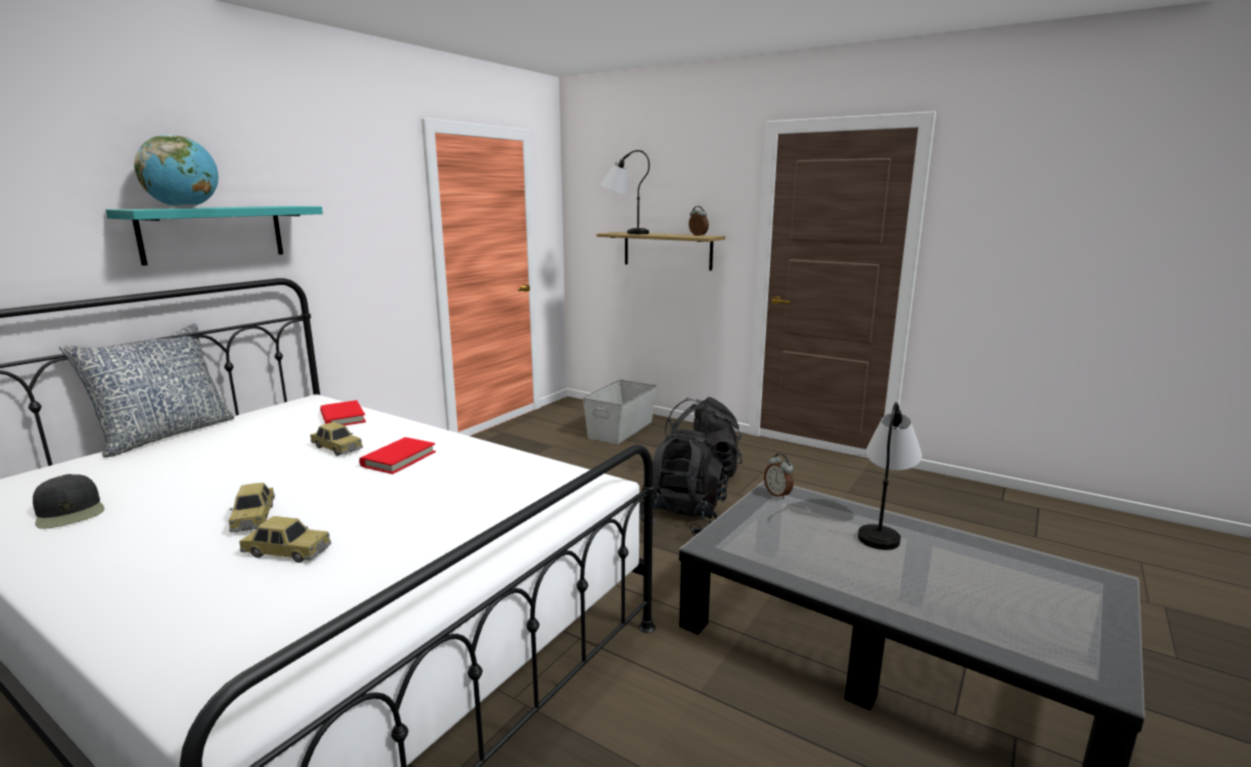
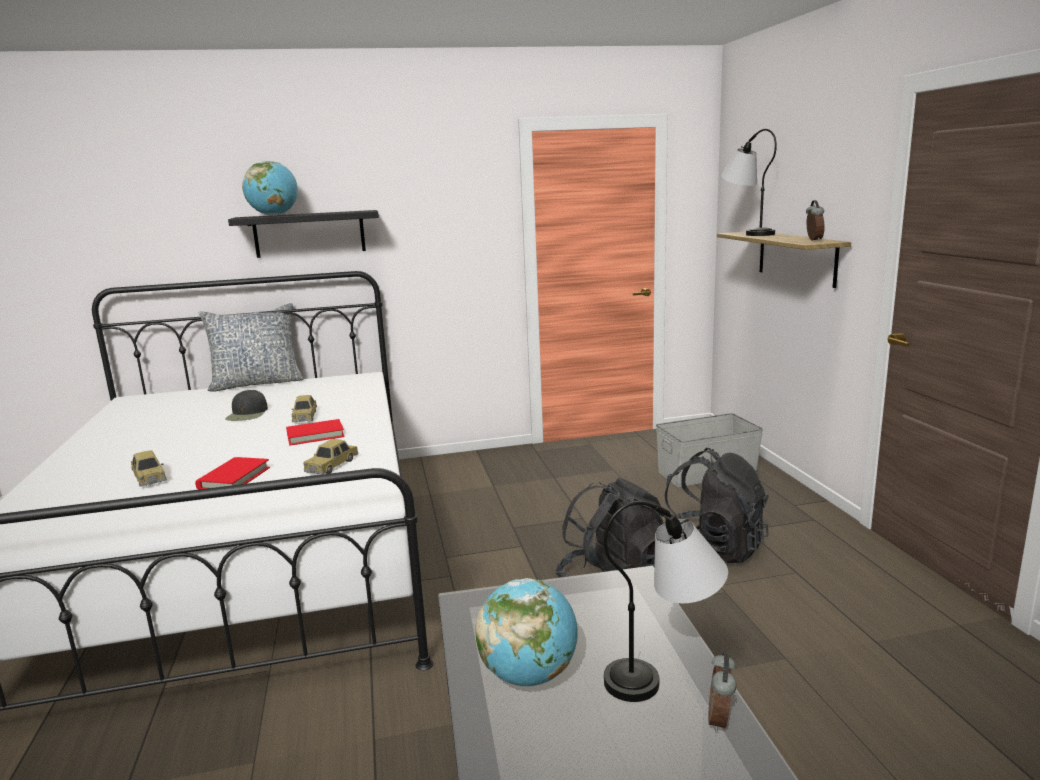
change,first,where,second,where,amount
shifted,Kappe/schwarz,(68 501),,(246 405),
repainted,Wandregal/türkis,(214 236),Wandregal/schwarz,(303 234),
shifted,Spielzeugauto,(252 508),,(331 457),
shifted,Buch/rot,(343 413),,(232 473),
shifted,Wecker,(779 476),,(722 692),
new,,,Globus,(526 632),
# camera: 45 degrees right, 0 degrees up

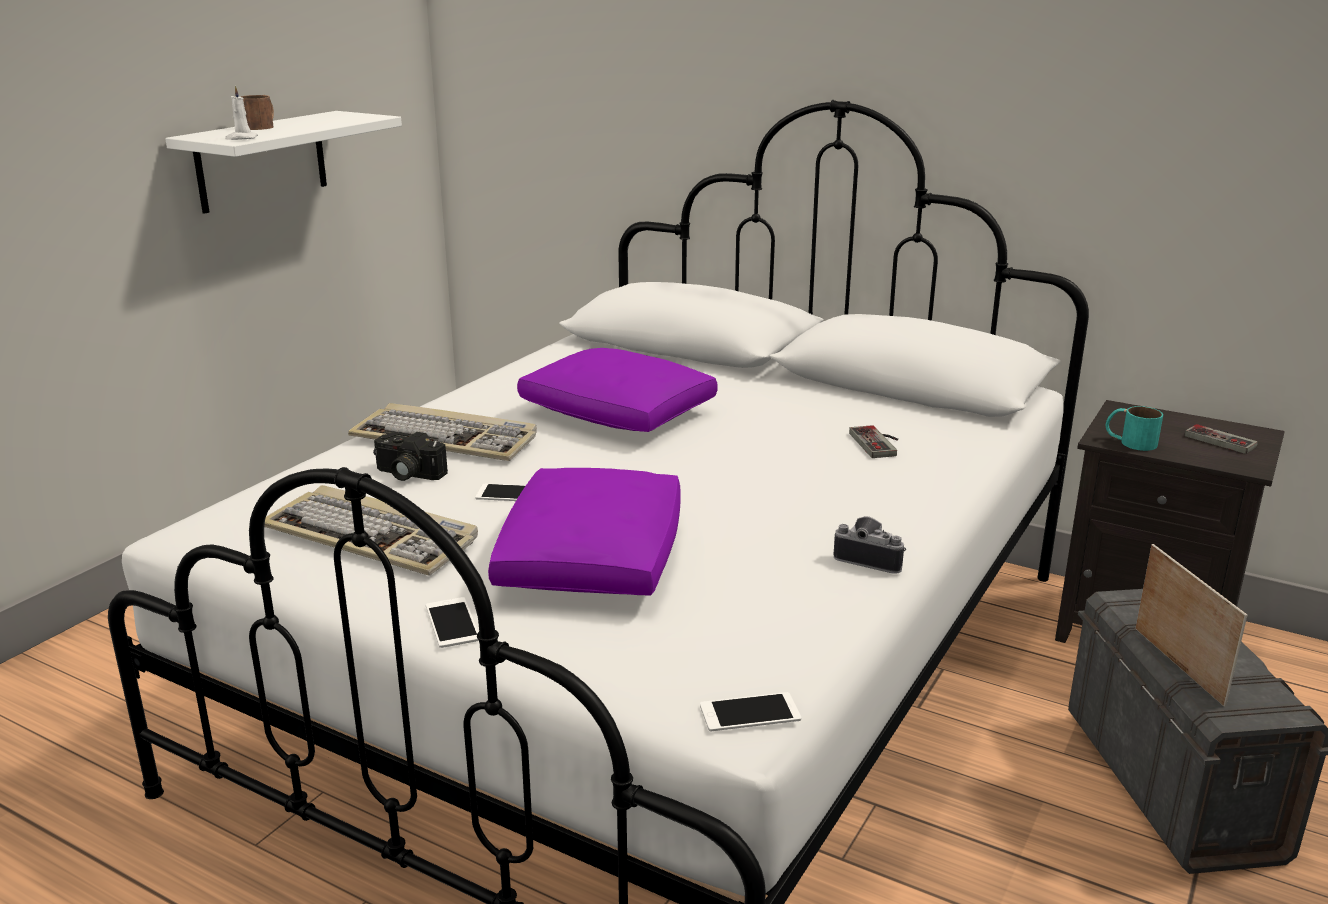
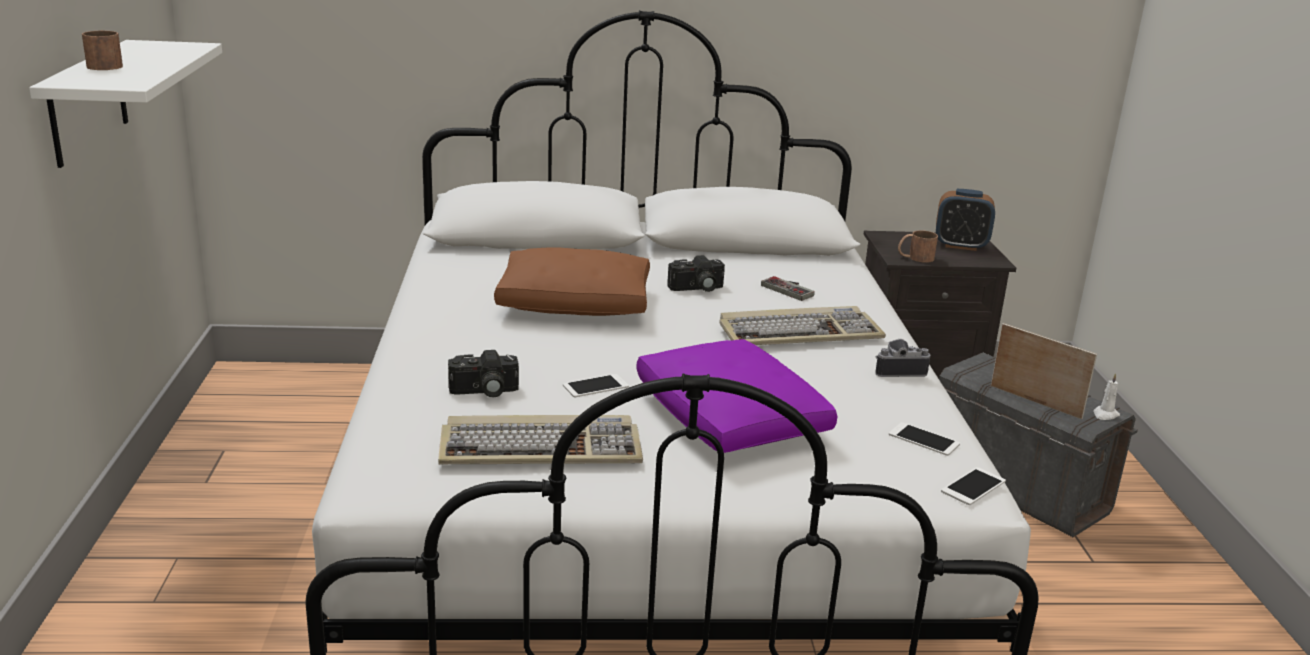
change,first,where,second,where,amount
shifted,Kerze/weiß,(241 113),,(1106 396),
shifted,Tastatur,(442 432),,(802 325),
shifted,Handy,(452 622),,(924 439),
repainted,Kissen/lila,(617 390),Kissen/braun,(572 281),
repainted,Henkelbecher/türkis,(1134 428),Henkelbecher/braun,(918 246),
swapped,Gamepad,(1221 439),Wecker,(965 220),
new,,,Kamera,(696 273),
# camera: 35 degrees left, 0 degrees up

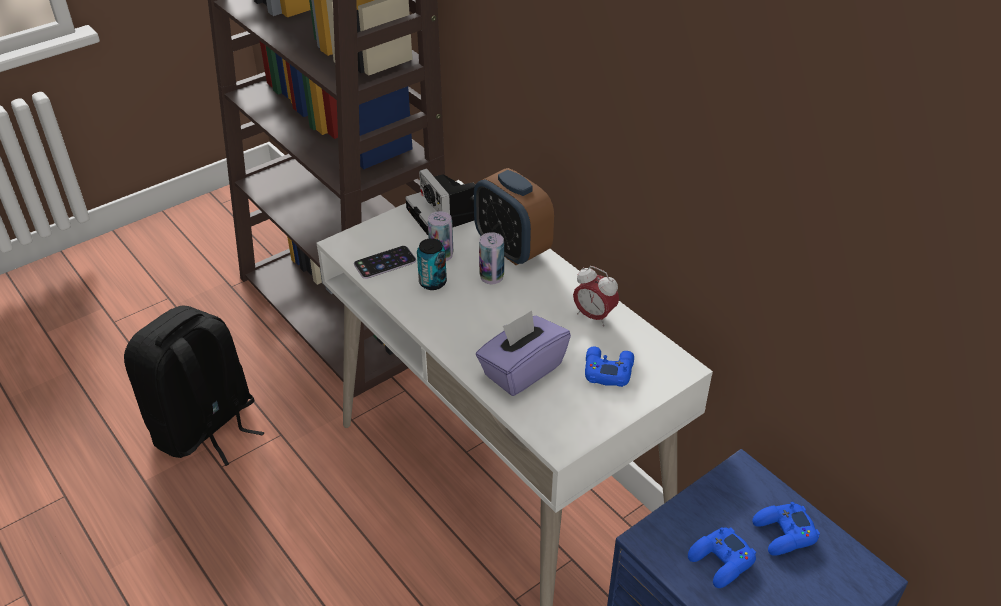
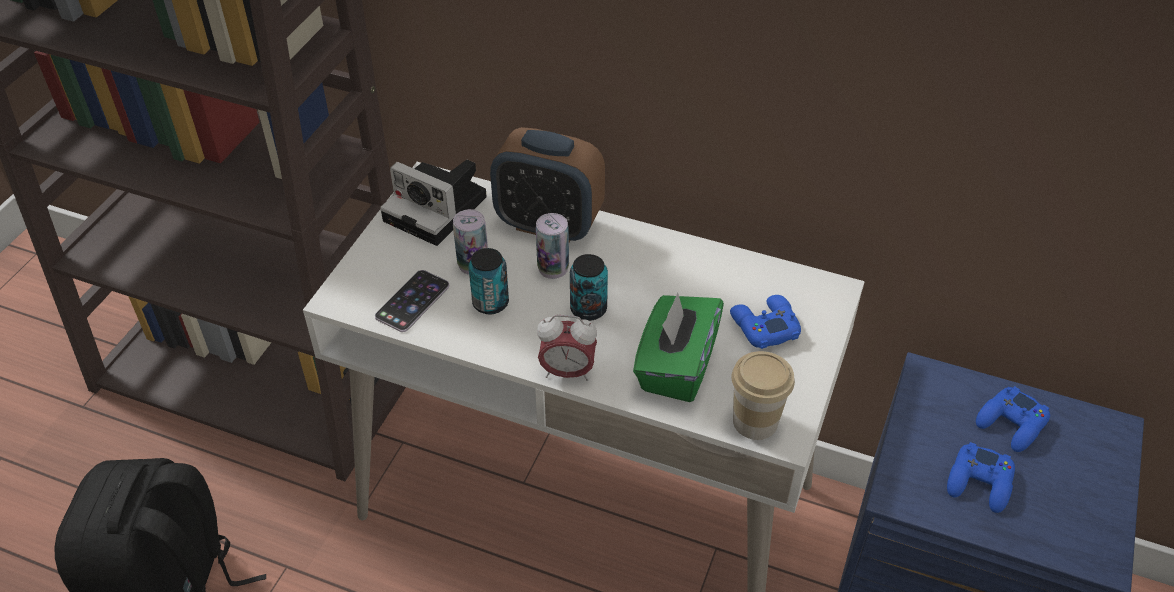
change,first,where,second,where,amount
repainted,Taschentuchbox/lila,(523 353),Taschentuchbox/grün,(678 347),
shifted,Wecker,(596 296),,(567 348),
new,,,Dose,(589 287),
new,,,Tasse,(763 395),
# camera: 30 degrees left, 5 degrees up

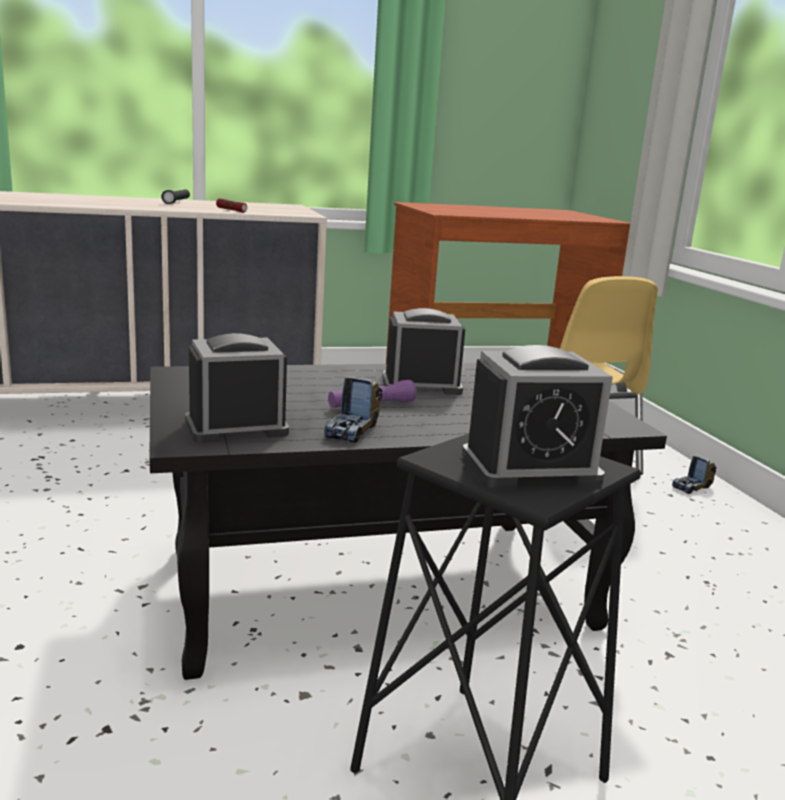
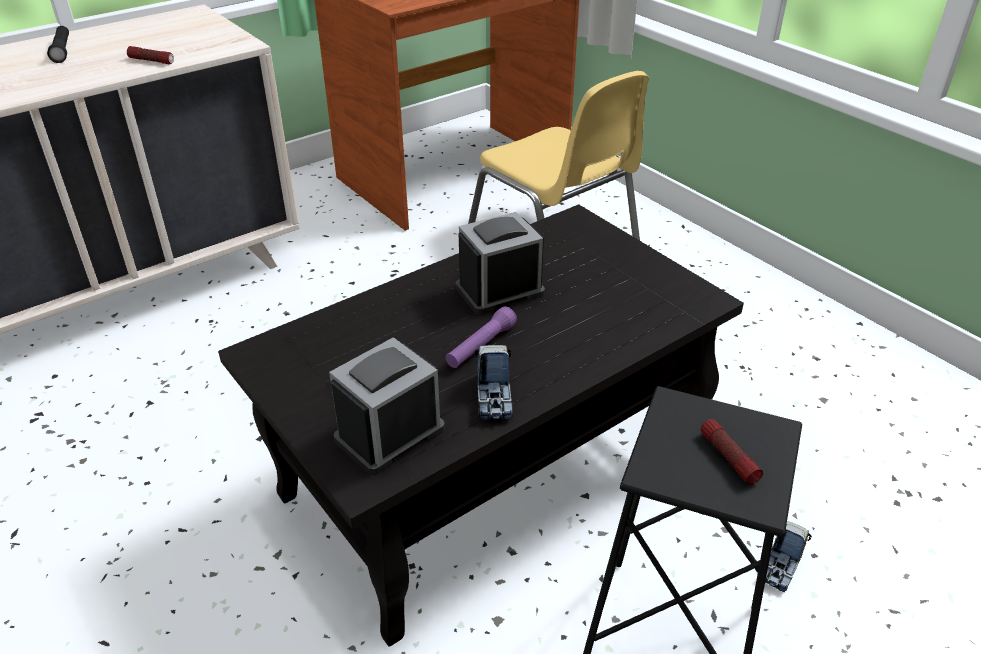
change,first,where,second,where,amount
swapped,Wecker,(537 416),Taschenlampe,(732 452),
shifted,Spielzeuglaster,(694 475),,(788 556),
# camera: 20 degrees left, 20 degrees up

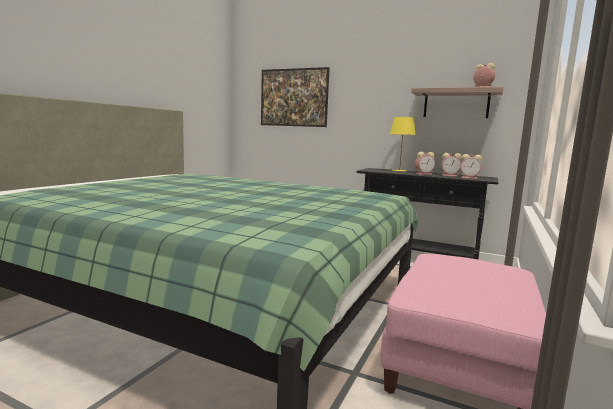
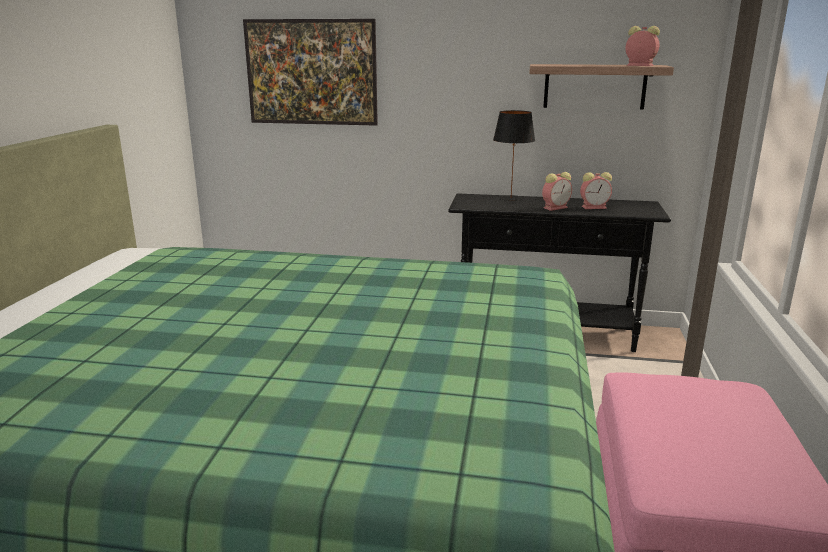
change,first,where,second,where,amount
repainted,Tischlampe/gelb,(403 144),Tischlampe/schwarz,(514 155),
gone,Wecker,(471 166),,,
# camera: 15 degrees left, 10 degrees up

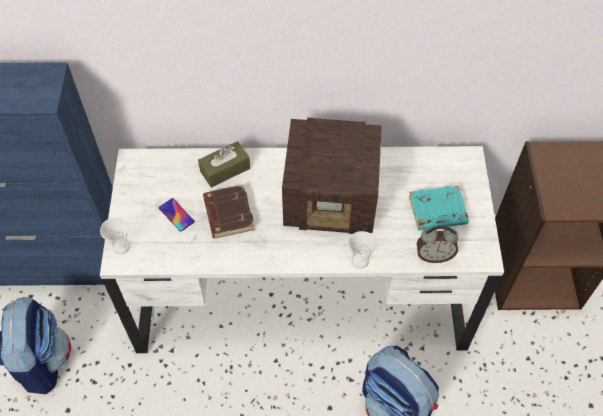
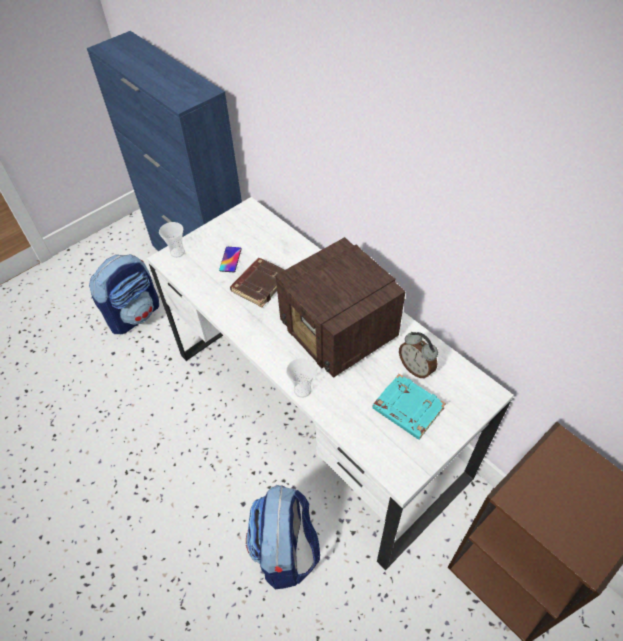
change,first,where,second,where,amount
gone,Taschentuchbox/braun,(224 164),,,
shifted,Wecker,(438 244),,(418 355),
# camera: 50 degrees right, 5 degrees down

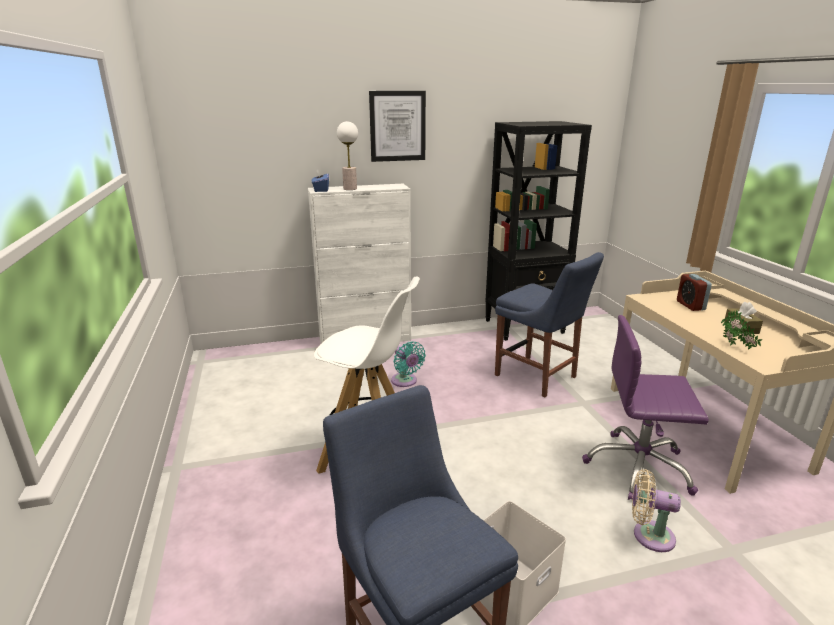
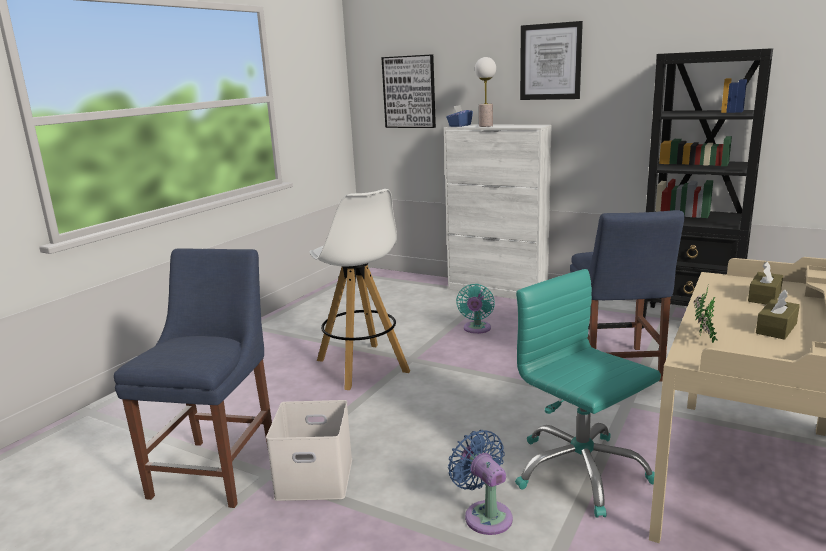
change,first,where,second,where,amount
repainted,Bürostuhl/lila,(645 407),Bürostuhl/türkis,(588 393),
repainted,Ventilator/beige,(656 510),Ventilator/blau,(480 482),
swapped,Wecker,(694 292),Taschentuchbox/braun,(765 283),
new,,,Bild,(408 91),
# camera: 45 degrees right, 5 degrees down

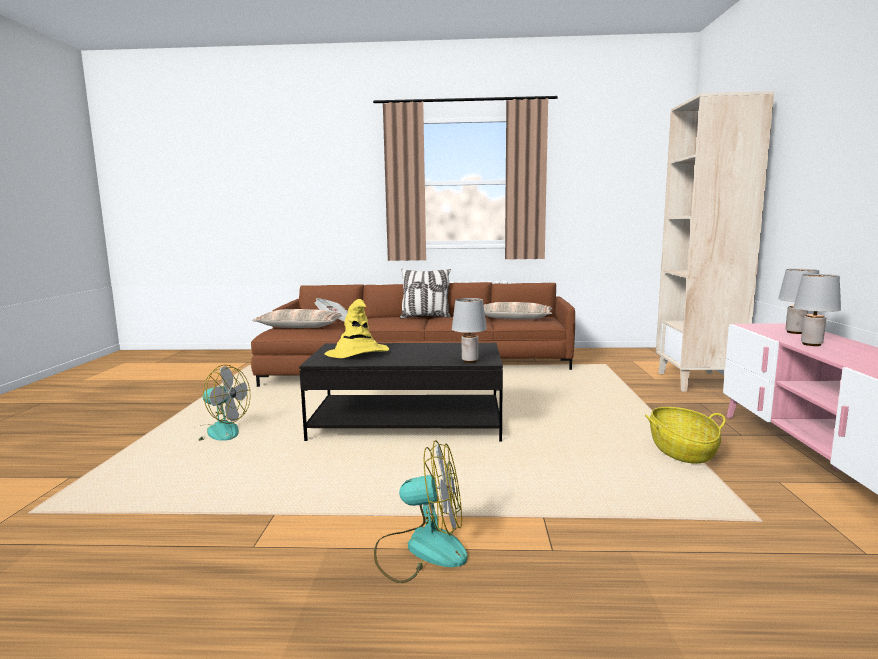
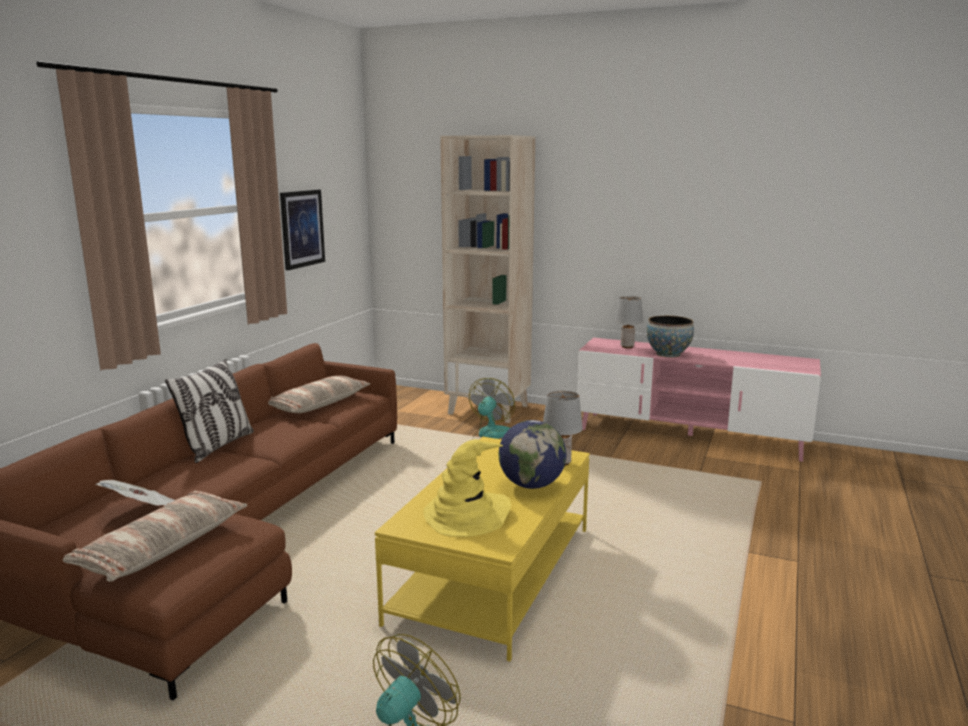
change,first,where,second,where,amount
repainted,Couchtisch/schwarz,(401 392),Couchtisch/gelb,(482 549),
shifted,Ventilator,(421 511),,(492 408),
gone,Korb,(685 435),,,
swapped,Tischlampe/grau,(817 310),Schüssel,(670 336),
new,,,Bild,(302 229),
new,,,Globus,(532 454),
# camera: 70 degrees left, 5 degrees up

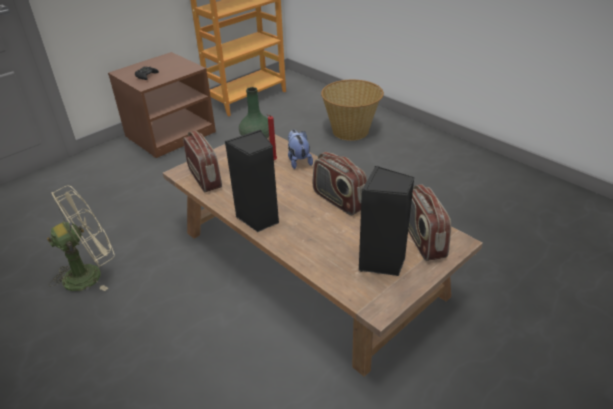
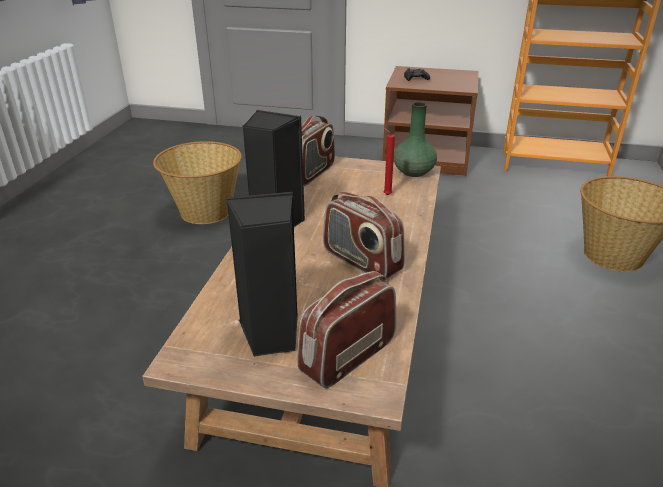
change,first,where,second,where,amount
swapped,Ventilator/beige,(81 238),Korb,(197 182),
gone,Plüschtier,(300 149),,,
rotated,Radio,(340 183),,(364 235),60 degrees counterclockwise
# camera: 55 degrees right, 5 degrees down

